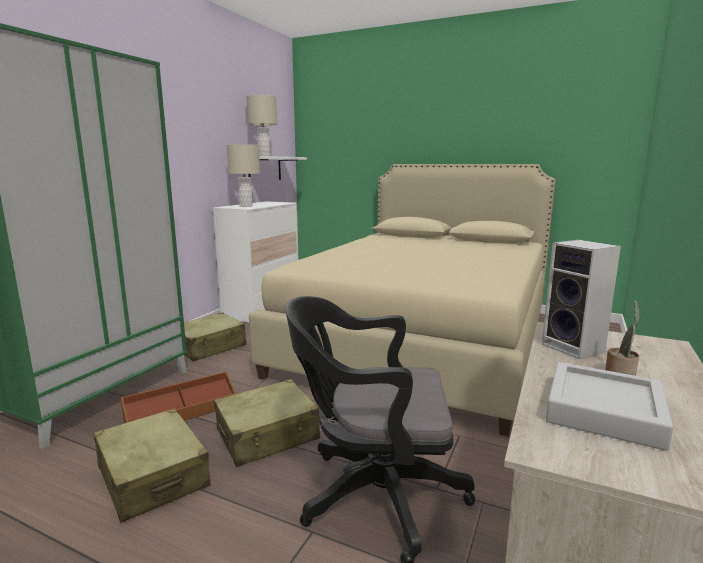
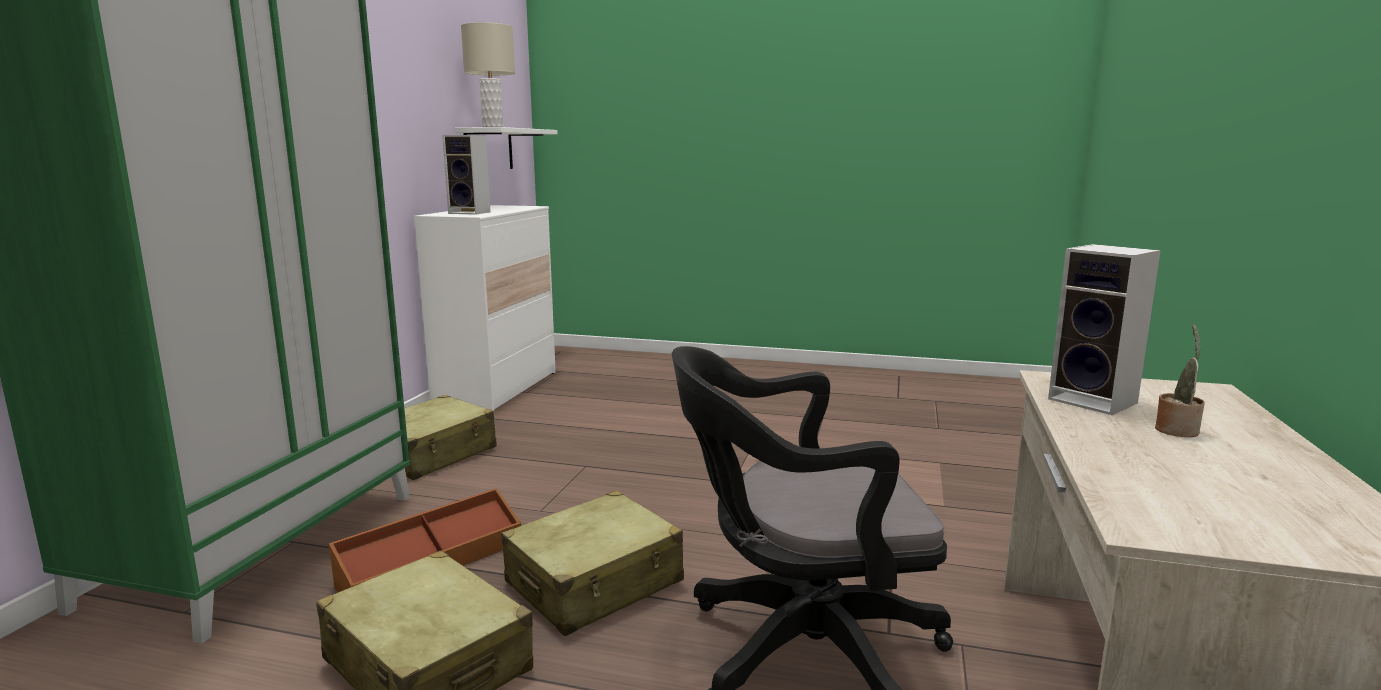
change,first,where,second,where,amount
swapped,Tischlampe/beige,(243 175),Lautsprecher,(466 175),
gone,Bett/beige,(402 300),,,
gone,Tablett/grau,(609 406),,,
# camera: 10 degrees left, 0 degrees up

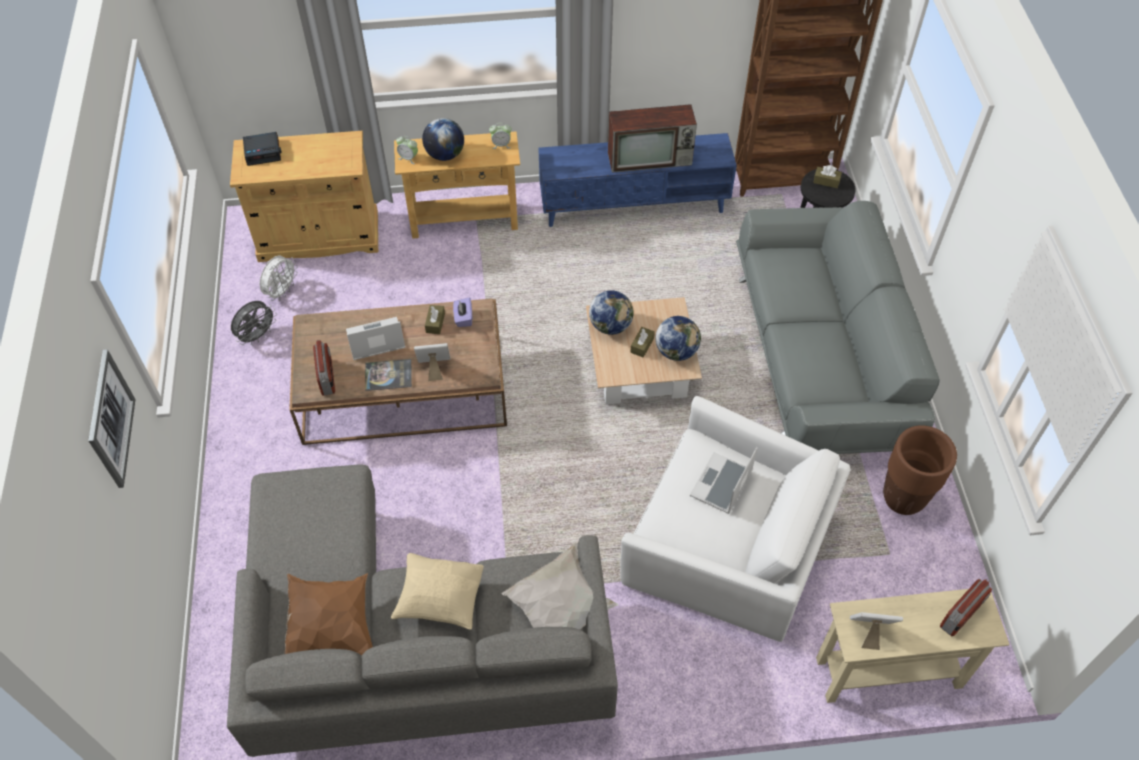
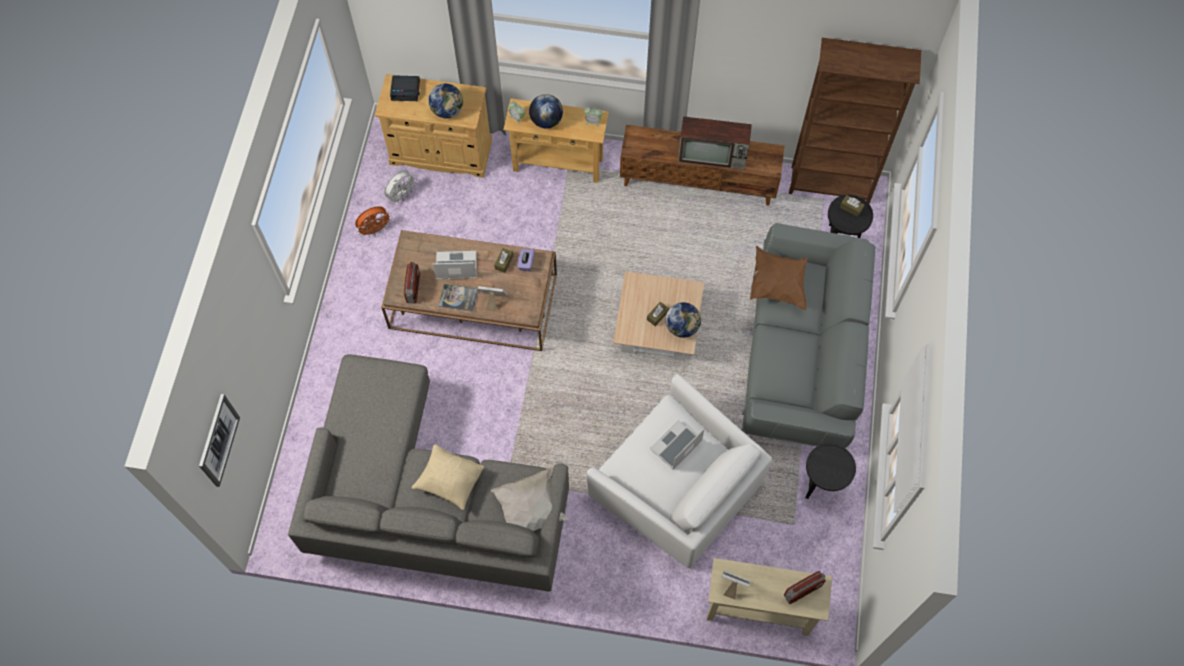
change,first,where,second,where,amount
shifted,Bild,(112 418),,(219 440),
repainted,Ventilator/grau,(254 323),Ventilator/orange,(373 221),
shifted,Kissen/braun,(329 614),,(779 278),
repainted,Fernsehschrank/blau,(637 180),Fernsehschrank/braun,(702 165),
shifted,Globus,(611 312),,(445 101),
swapped,Pflanzkübel/braun,(920 470),Beistelltisch/schwarz,(831 471),
# camera: 15 degrees right, 10 degrees up

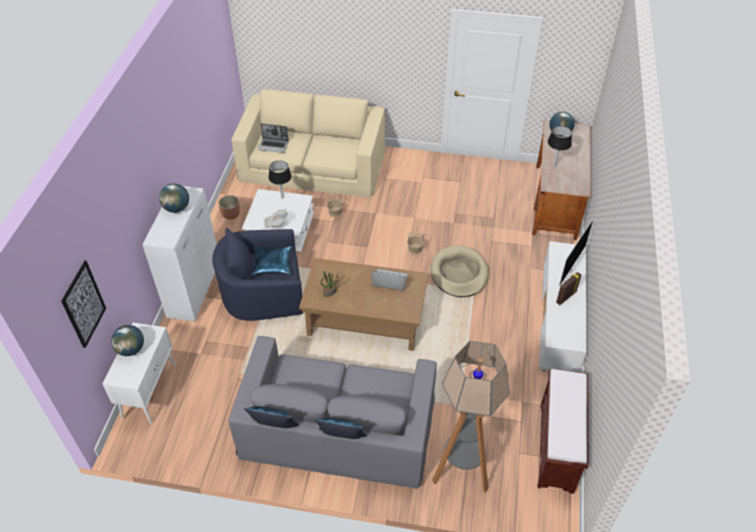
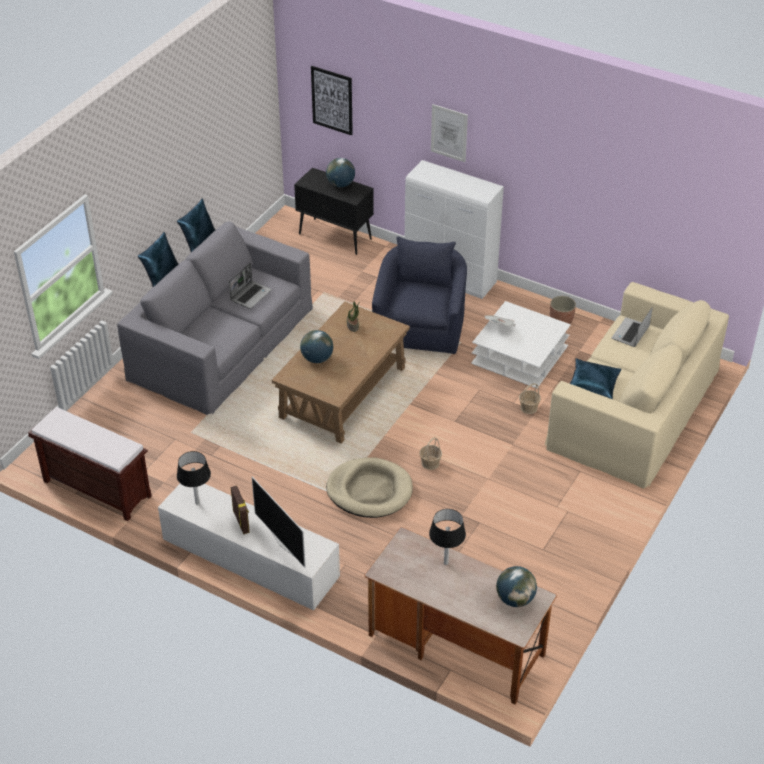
change,first,where,second,where,amount
repainted,Schrank/weiß,(139 373),Schrank/schwarz,(334 211),
shifted,Globus,(174 198),,(316 346),
shifted,Kissen/blau,(271 260),,(595 378),
shifted,Tischlampe/schwarz,(280 180),,(194 478),
shifted,Laptop,(390 280),,(250 285),
gone,Stehlampe,(471 417),,,
new,,,Bild,(449 133),
# camera: 110 degrees right, 5 degrees down

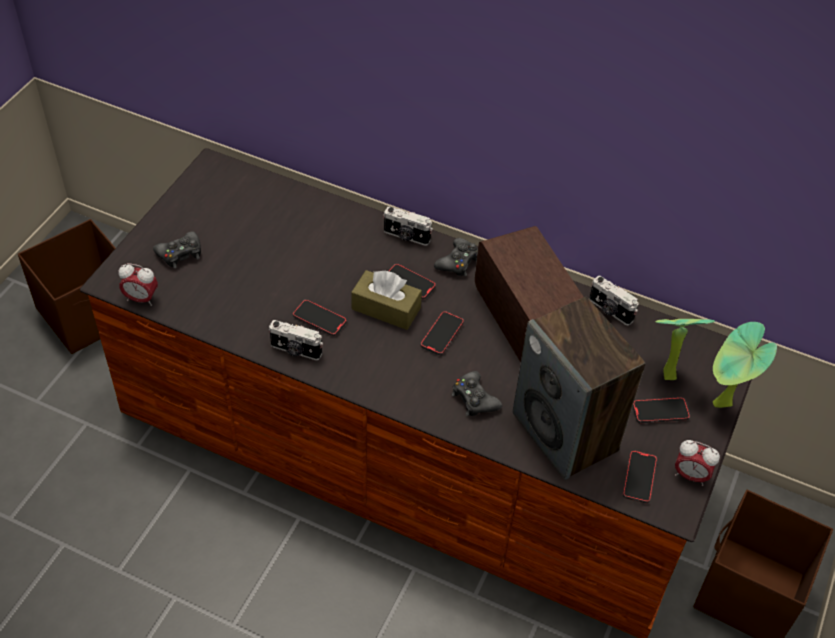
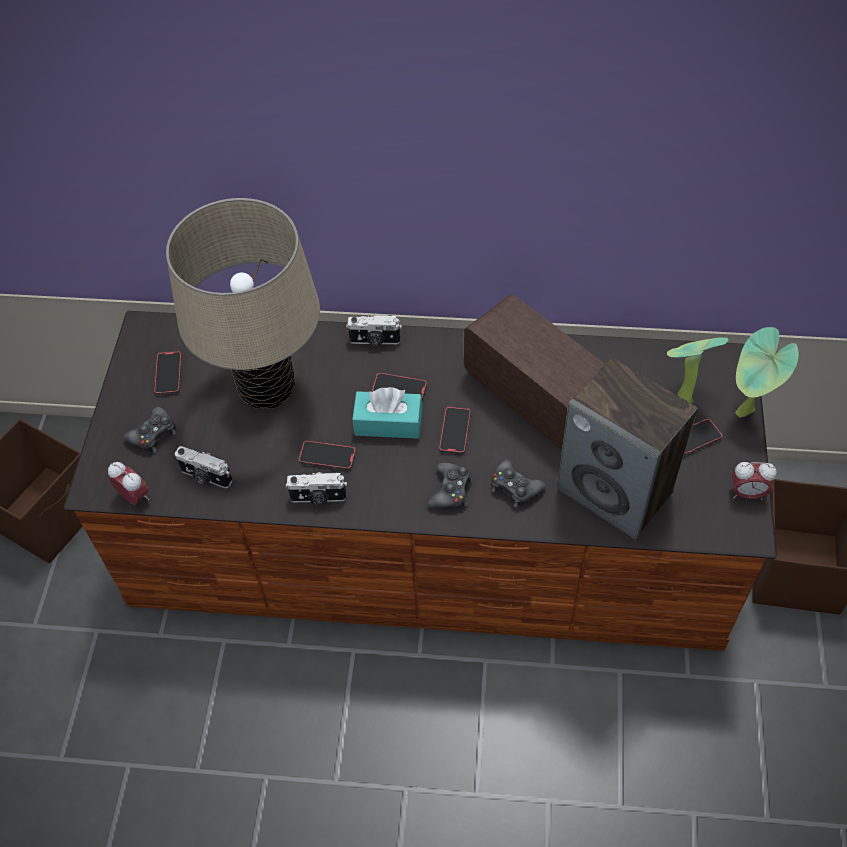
change,first,where,second,where,amount
rotated,Wecker,(138 284),,(128 483),135 degrees counterclockwise
repainted,Taschentuchbox/braun,(386 300),Taschentuchbox/türkis,(387 413),
shifted,Gamepad/schwarz,(456 257),,(450 486),
shifted,Kamera,(614 301),,(204 467),
shifted,Handy,(640 476),,(168 373),
new,,,Tischlampe/beige,(243 303),
# camera: 15 degrees left, 5 degrees up

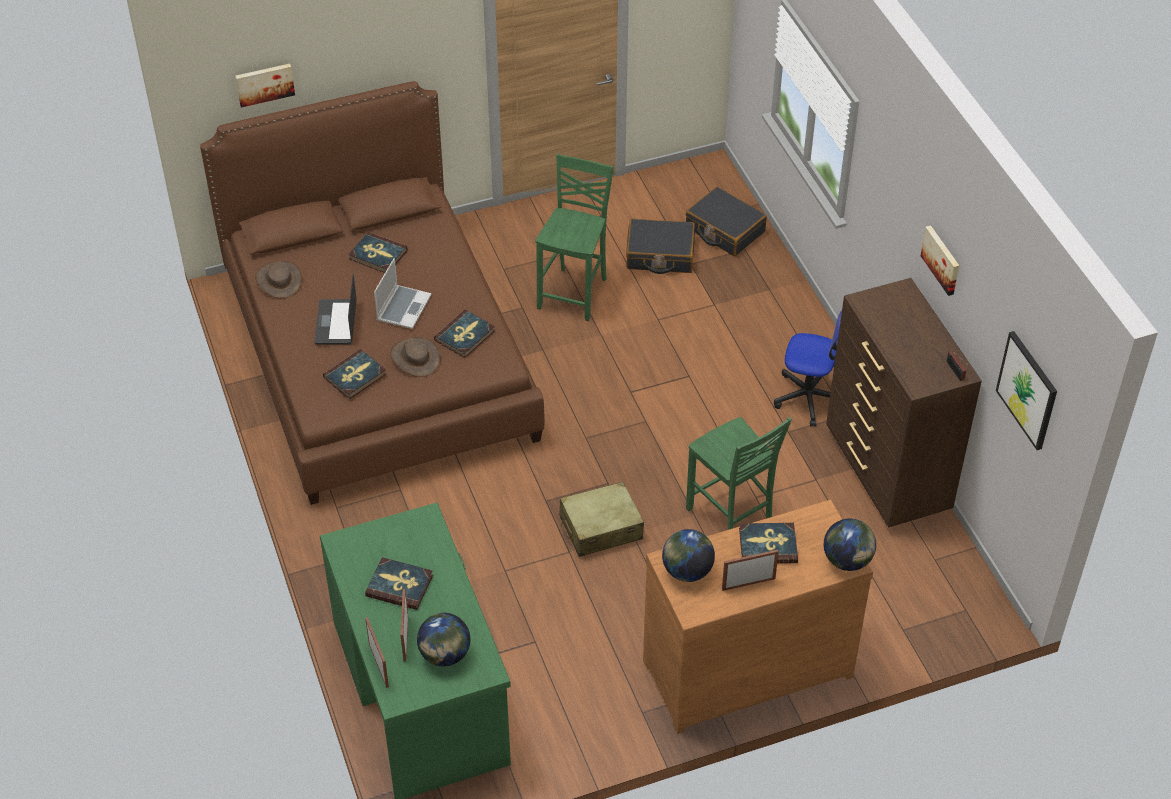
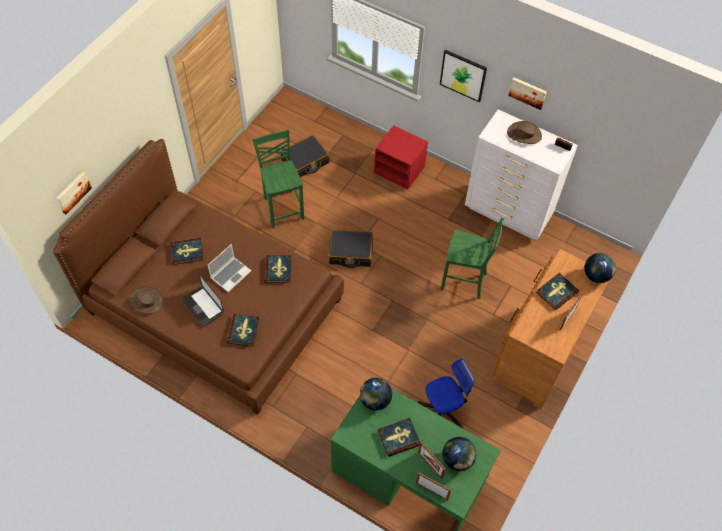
change,first,where,second,where,amount
rotated,Laptop,(403 293),,(229 268),60 degrees clockwise
shifted,Hut/braun,(415 357),,(524 132),
gone,Koffer/beige,(601 519),,,
shifted,Globus,(688 555),,(376 394),
shifted,Koffer/schwarz,(726 221),,(351 249),
shifted,Bürostuhl,(808 368),,(446 393),
repainted,Kommode/braun,(904 403),Kommode/weiß,(521 174),
shifted,Bild,(1026 390),,(463 76),
new,,,Nachttisch/rot,(401 157),
# camera: 40 degrees left, 10 degrees up

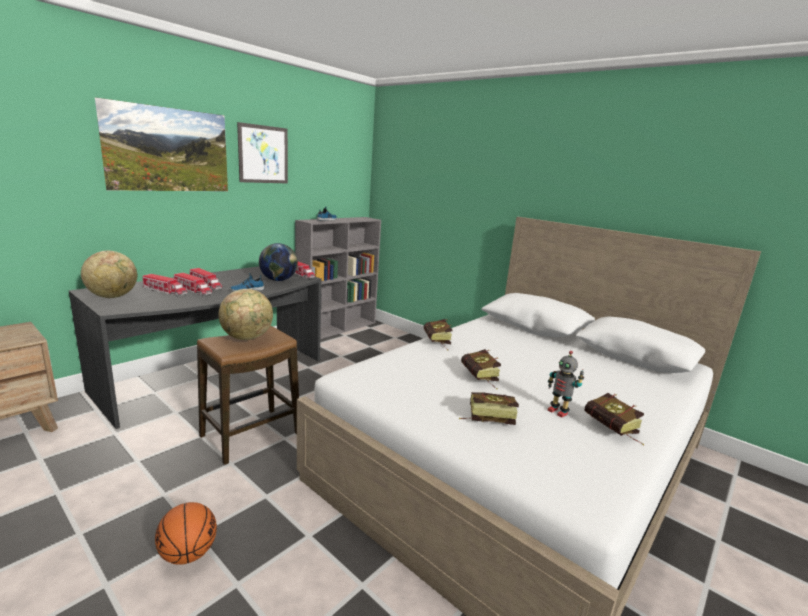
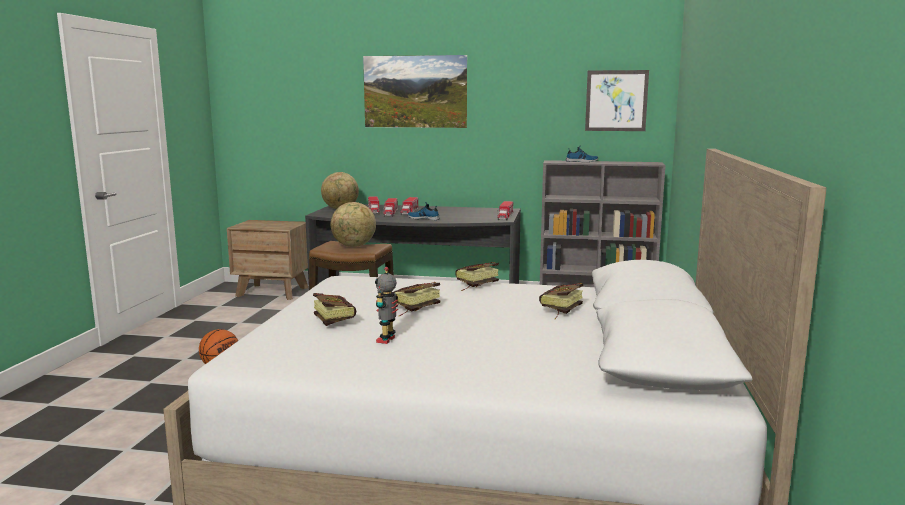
change,first,where,second,where,amount
shifted,Bild,(262 152),,(617 100),
gone,Globus,(278 262),,,
shifted,Buch,(614 419),,(561 301),
# camera: 60 degrees right, 5 degrees down

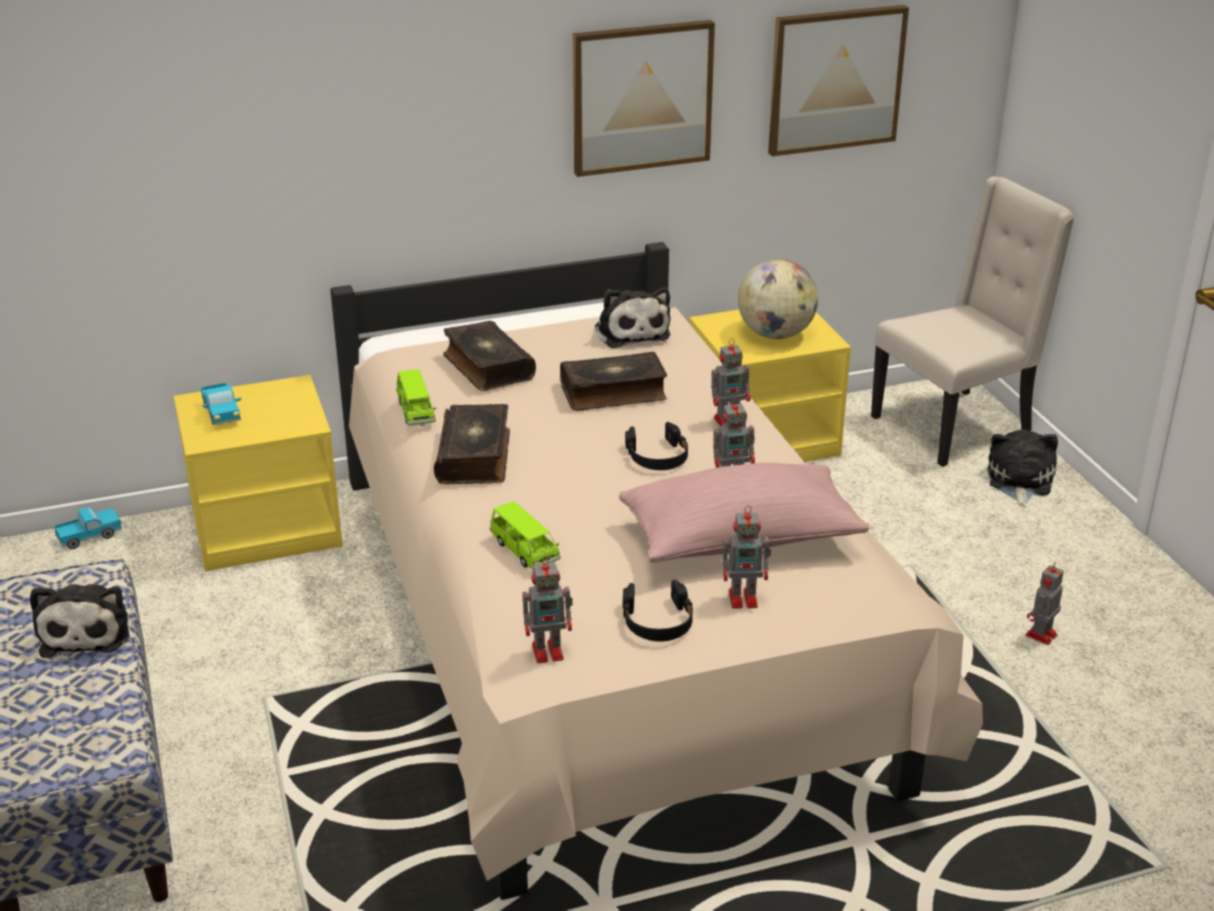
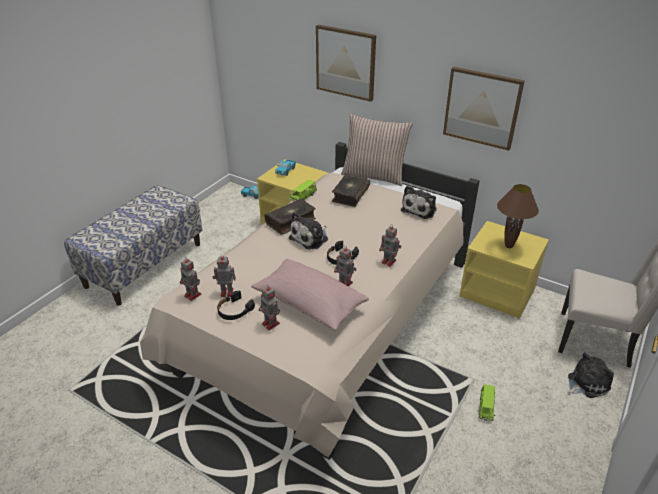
change,first,where,second,where,amount
shifted,Plüschtier,(80 621),,(308 231),
shifted,Spielzeugauto/grün,(525 535),,(486 402),
gone,Buch,(613 381),,,
swapped,Globus,(778 299),Tischlampe/braun,(518 216),
shifted,Bild,(838 80),,(346 63),
shifted,Spielzeugroboter,(1045 603),,(224 275),
new,,,Kissen,(377 150),
# camera: 50 degrees right, 5 degrees up

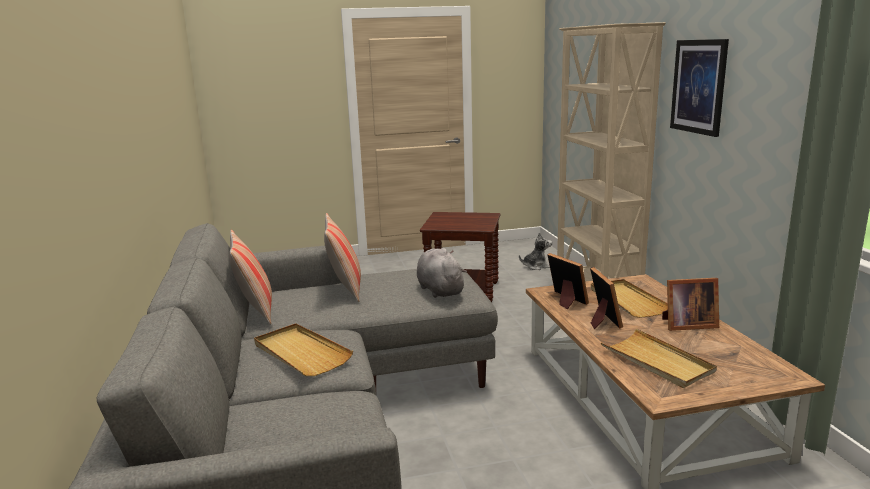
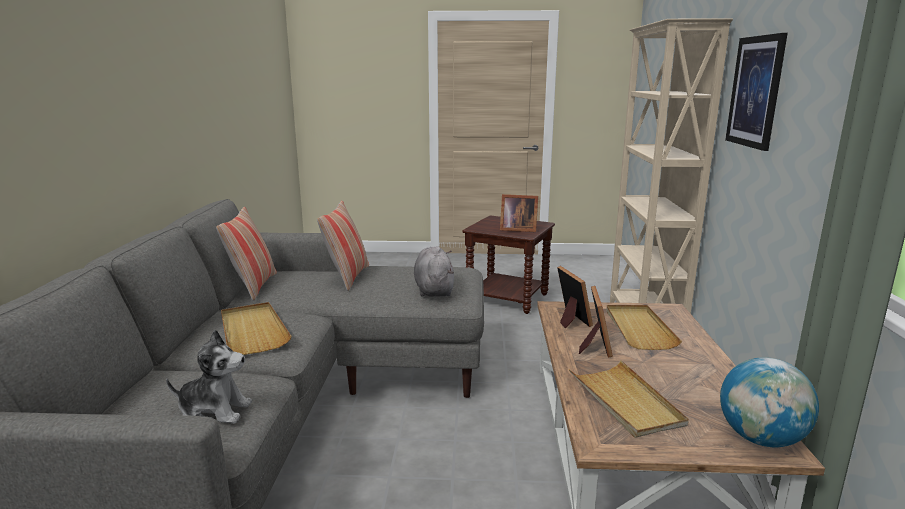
change,first,where,second,where,amount
shifted,Plüschtier,(535 251),,(209 377),
shifted,Bilderrahmen,(690 304),,(519 213),
new,,,Globus,(769 402),
# camera: 15 degrees right, 0 degrees up

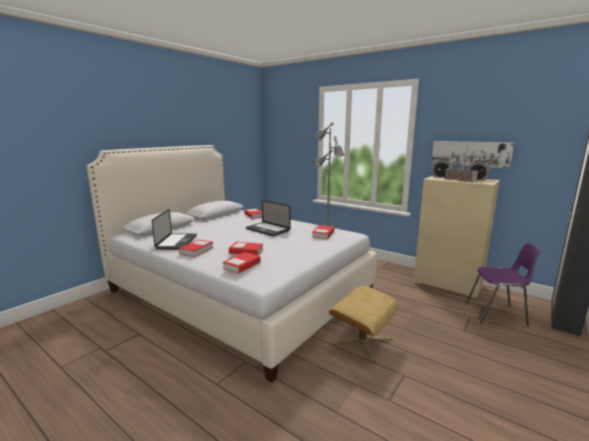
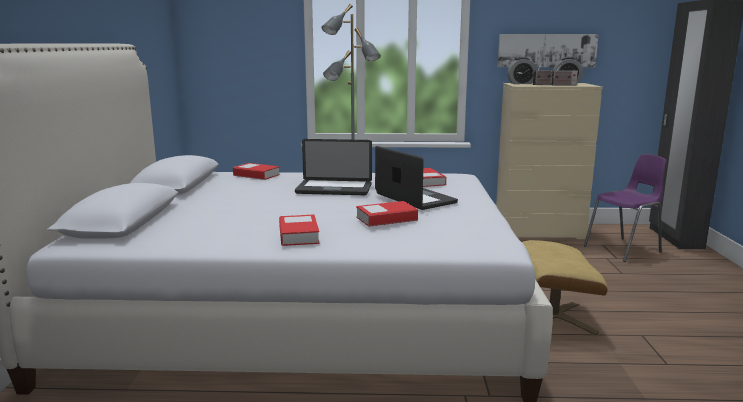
change,first,where,second,where,amount
shifted,Laptop,(174 229),,(416 178),
gone,Buch,(242 263),,,
# camera: 35 degrees left, 0 degrees up

